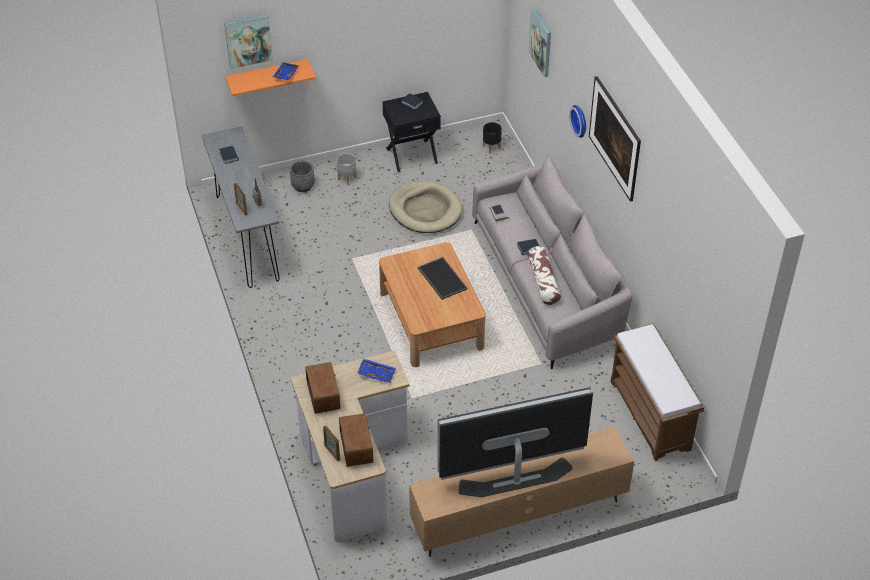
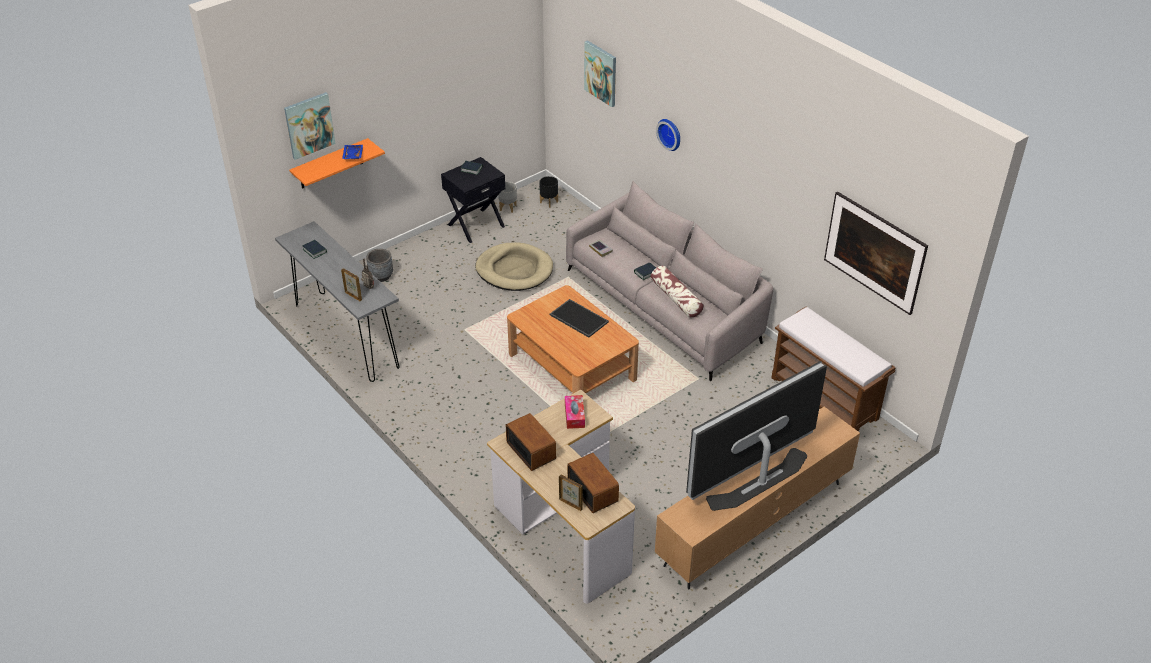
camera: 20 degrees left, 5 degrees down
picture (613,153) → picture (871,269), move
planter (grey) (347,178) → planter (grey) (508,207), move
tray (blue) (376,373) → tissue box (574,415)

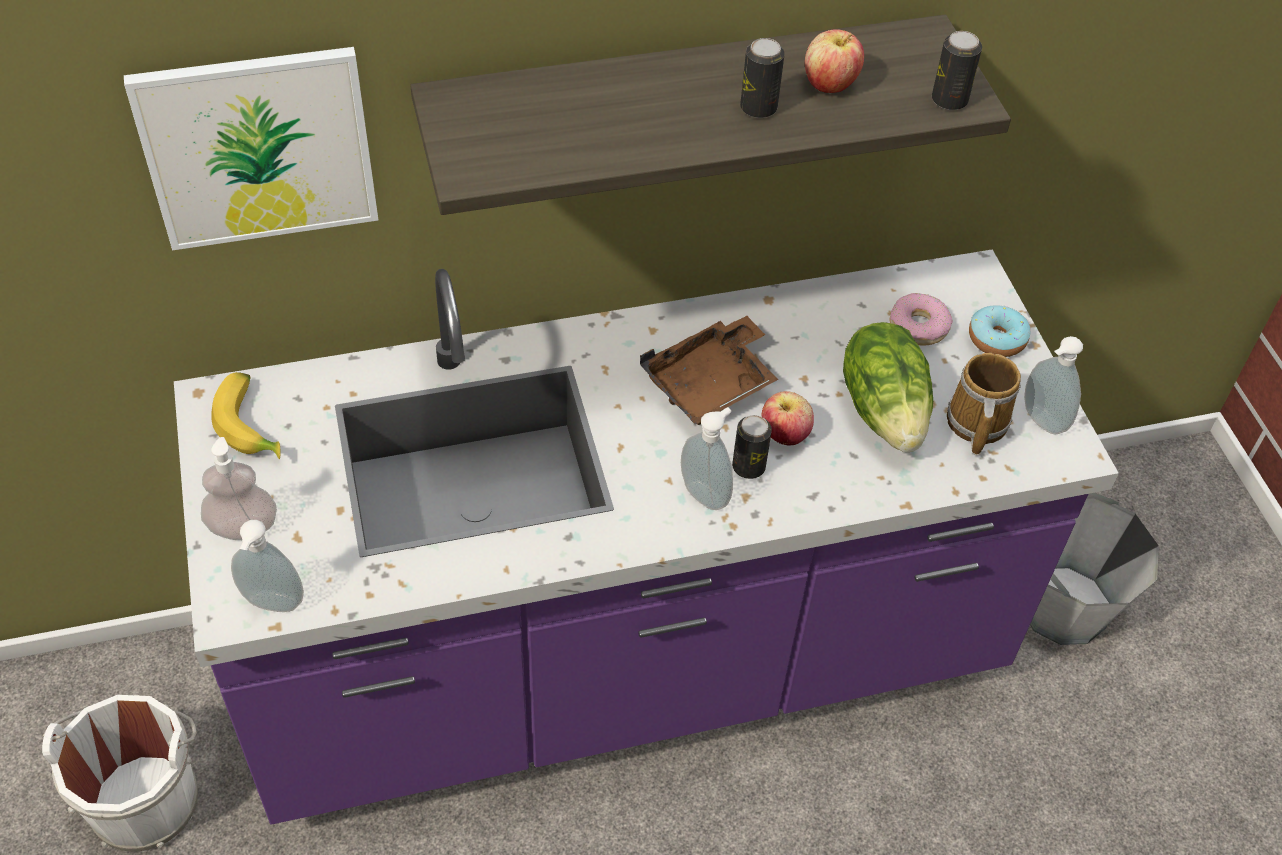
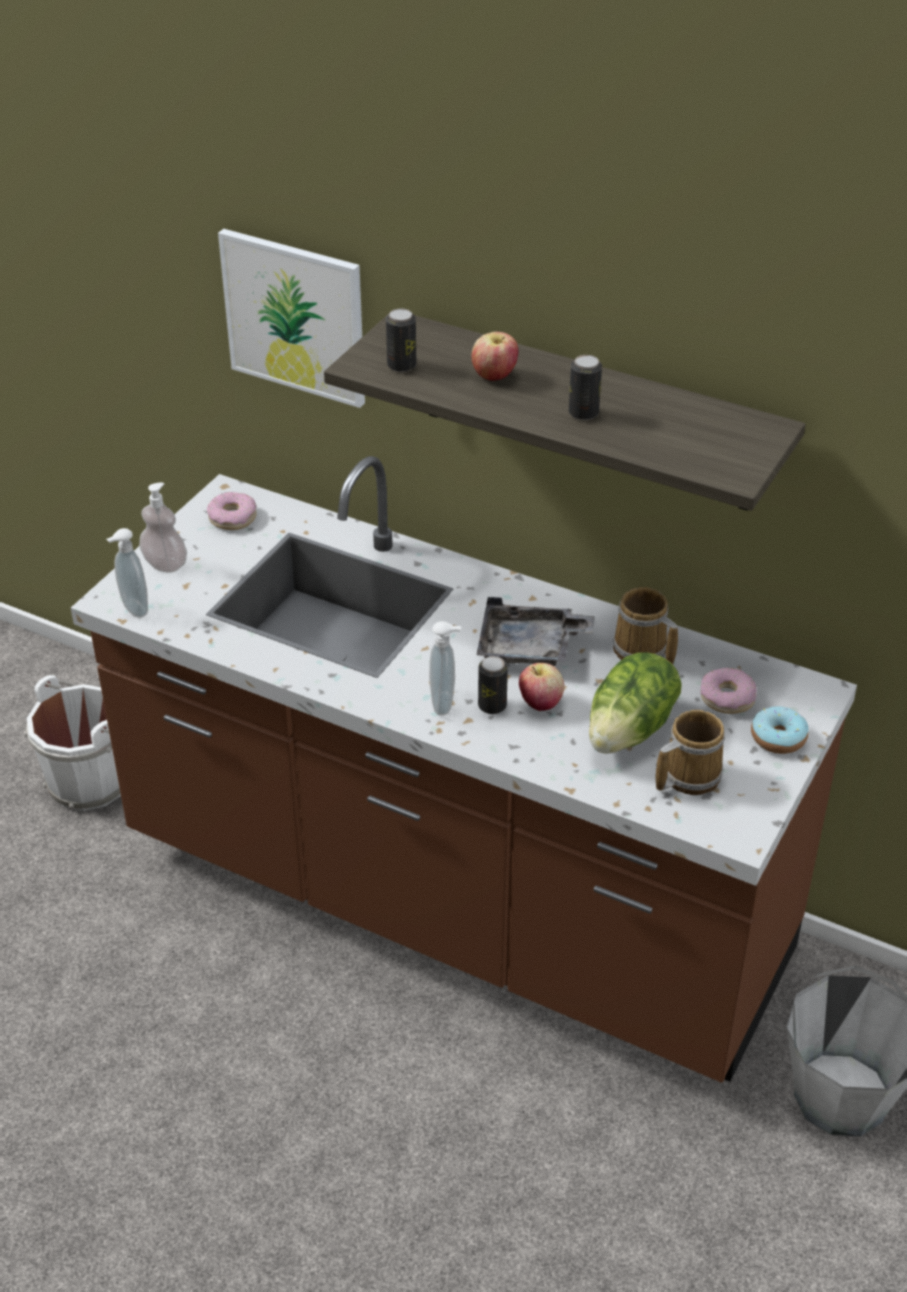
camera: 45 degrees right, 10 degrees down
apple (829,85) → apple (494,376), move
can (949,100) → can (401,365), move
counter (purple) (628,665) → counter (brown) (453,903)
tray (brown) (711,384) → tray (grey) (530,648)
soap dispenser (1040,421) → -
banana (253,425) → donut (233,518)
- → mug (641,652)

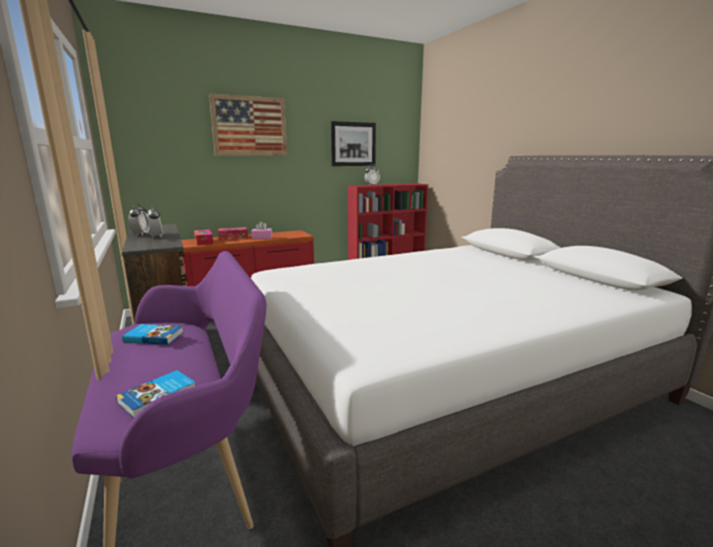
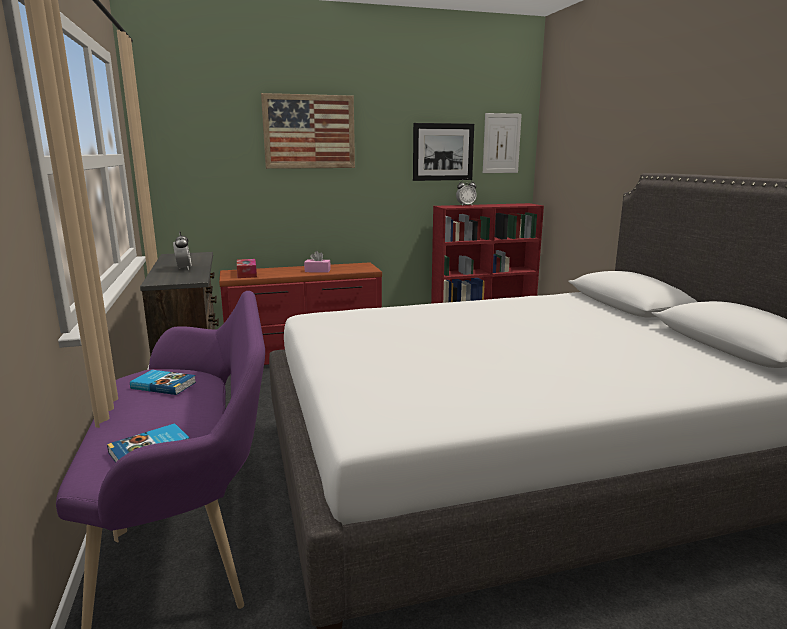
camera: 10 degrees right, 0 degrees up
alarm clock (141,234) → -
tissue box (233,238) → -
- → picture (501,143)

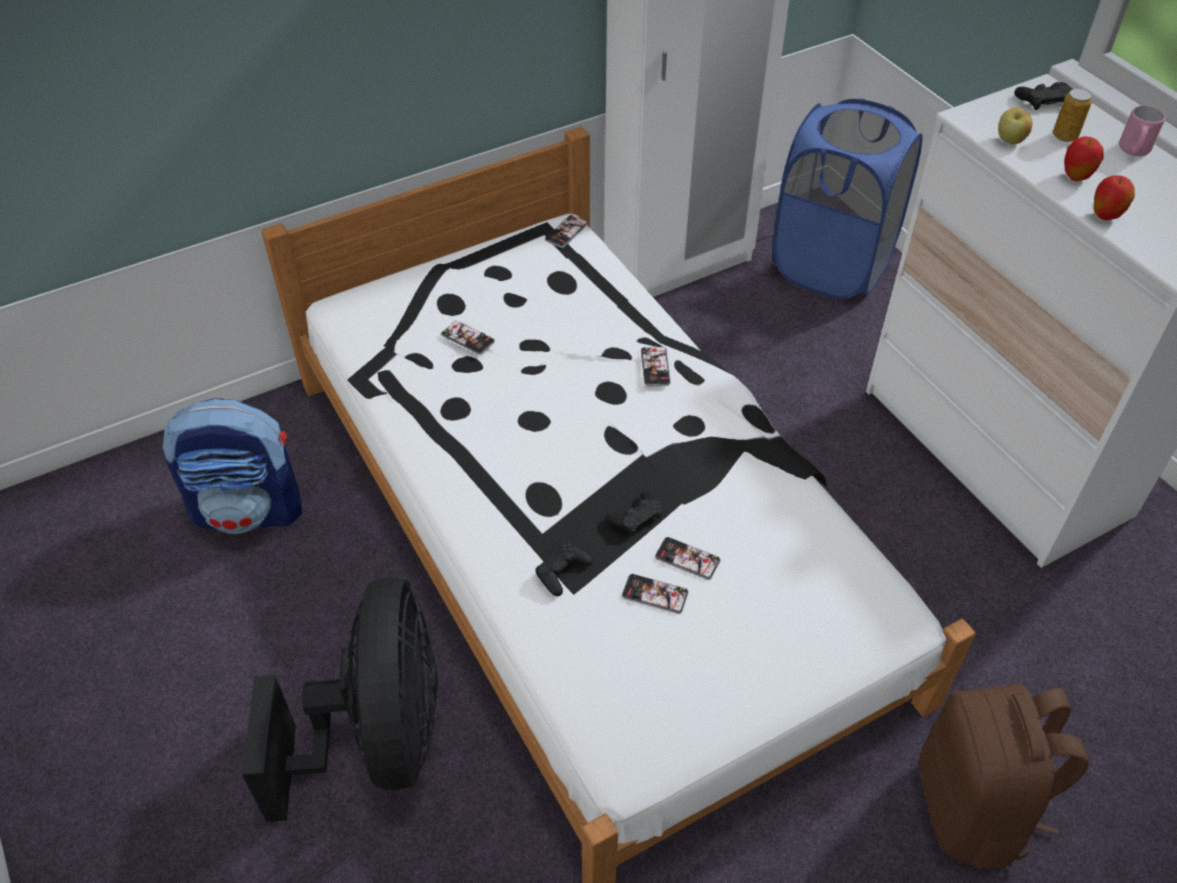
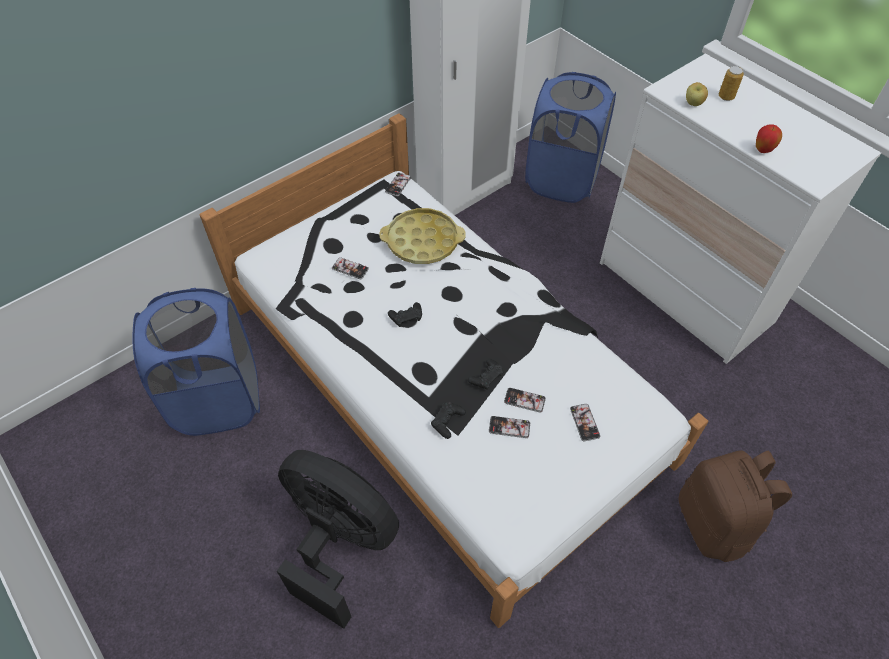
camera: 10 degrees left, 5 degrees up
game controller (black) (1043,101) → game controller (black) (406,317), move
mug (pink) (1133,152) → -
apple (1075,177) → -
phone (655,367) → phone (584,422), move
backpack (250,509) → laundry basket (blue) (219,400)
fan (black) (378,739) → fan (black) (339,542), 45 degrees counterclockwise
- → tray (yellow) (422,241)

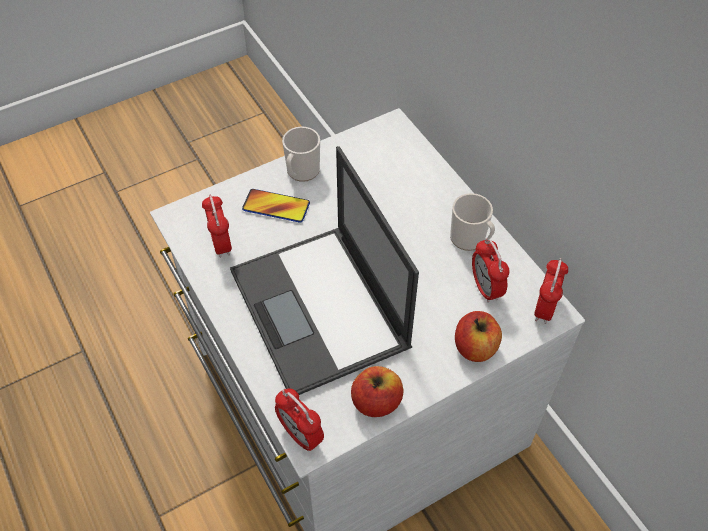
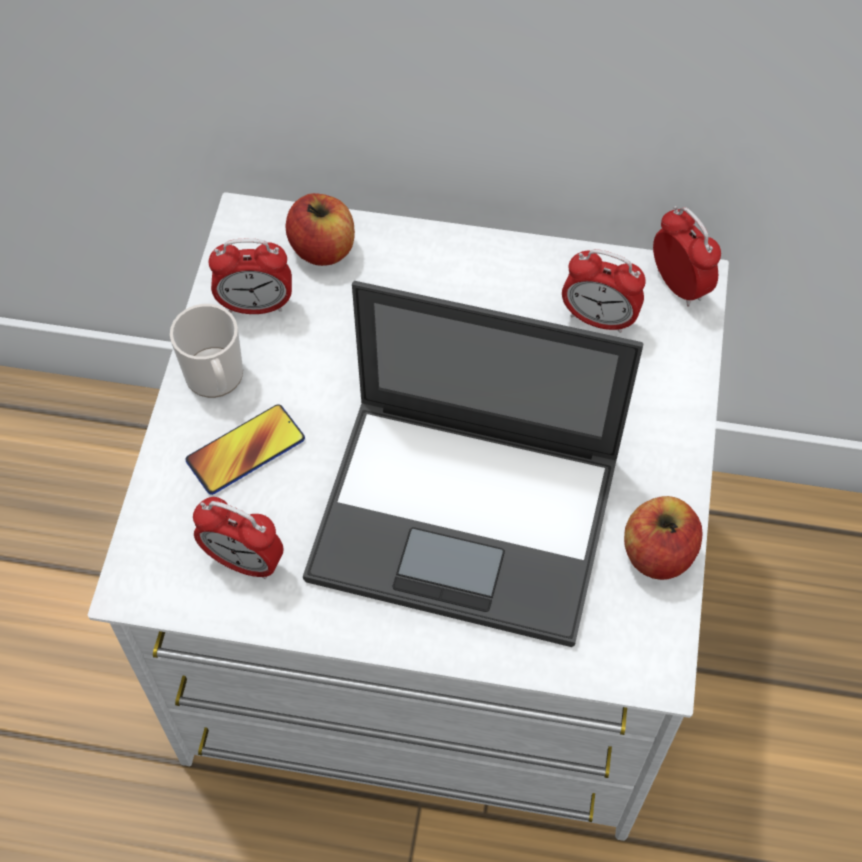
camera: 50 degrees left, 5 degrees up
mug (470,239) → -
apple (475,347) → apple (323,249), move
alarm clock (300,435) → alarm clock (256,306), move

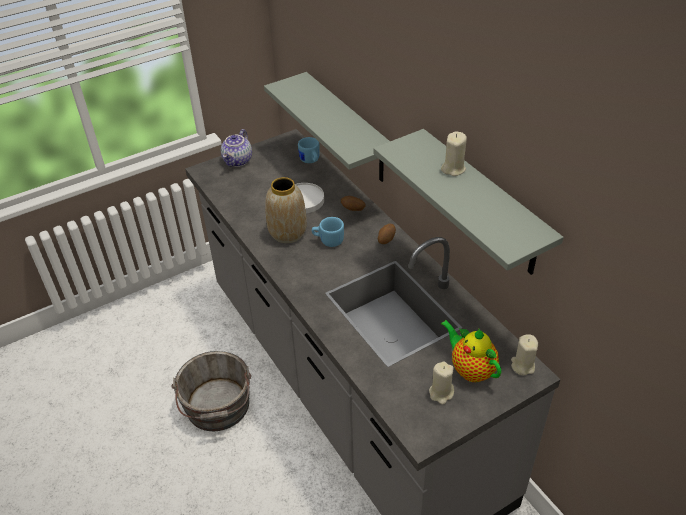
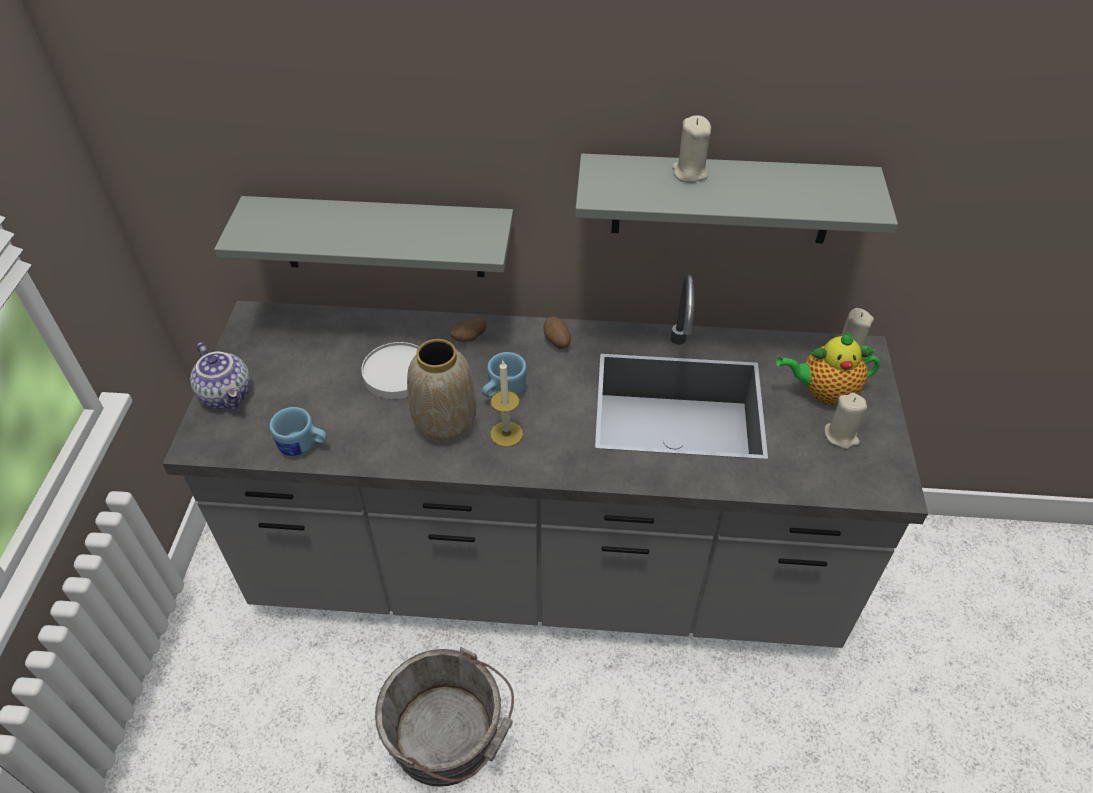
camera: 55 degrees left, 5 degrees up
mug (blue) (310,161) → mug (blue) (304,447), move
- → candle (506,434)

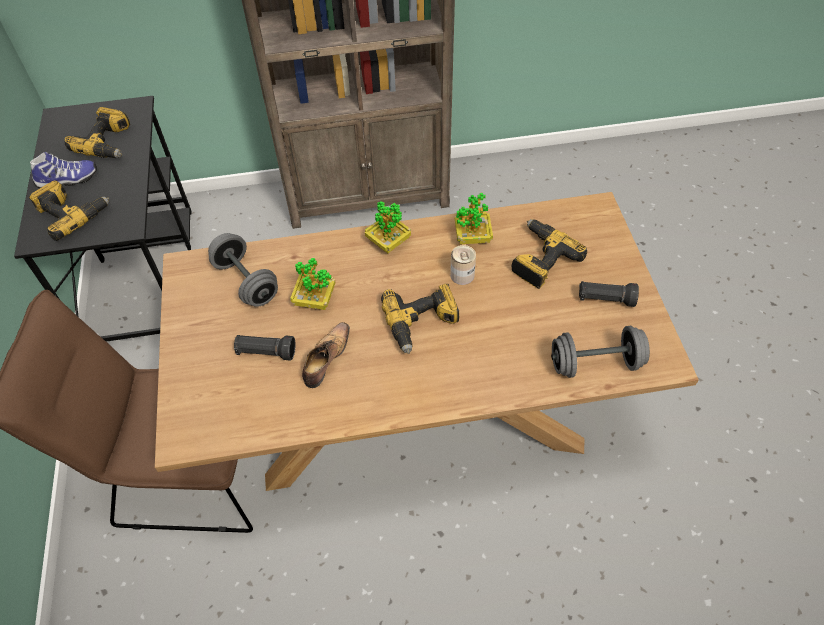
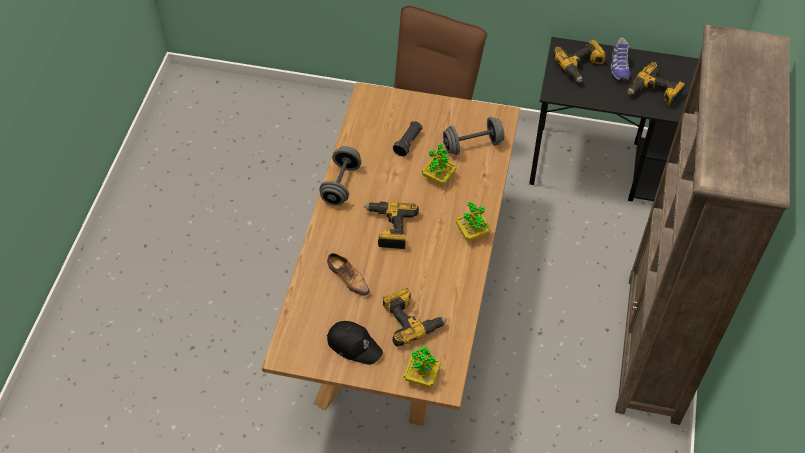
camera: 110 degrees right, 0 degrees up
potted plant (472,237) → potted plant (421,376), move
can (462,275) → -
flashlight (black) (605,299) → cap (black) (354,345)
shoe (326,359) → shoe (348,278), move
dumbbell (grey) (595,363) → dumbbell (grey) (341,184), move

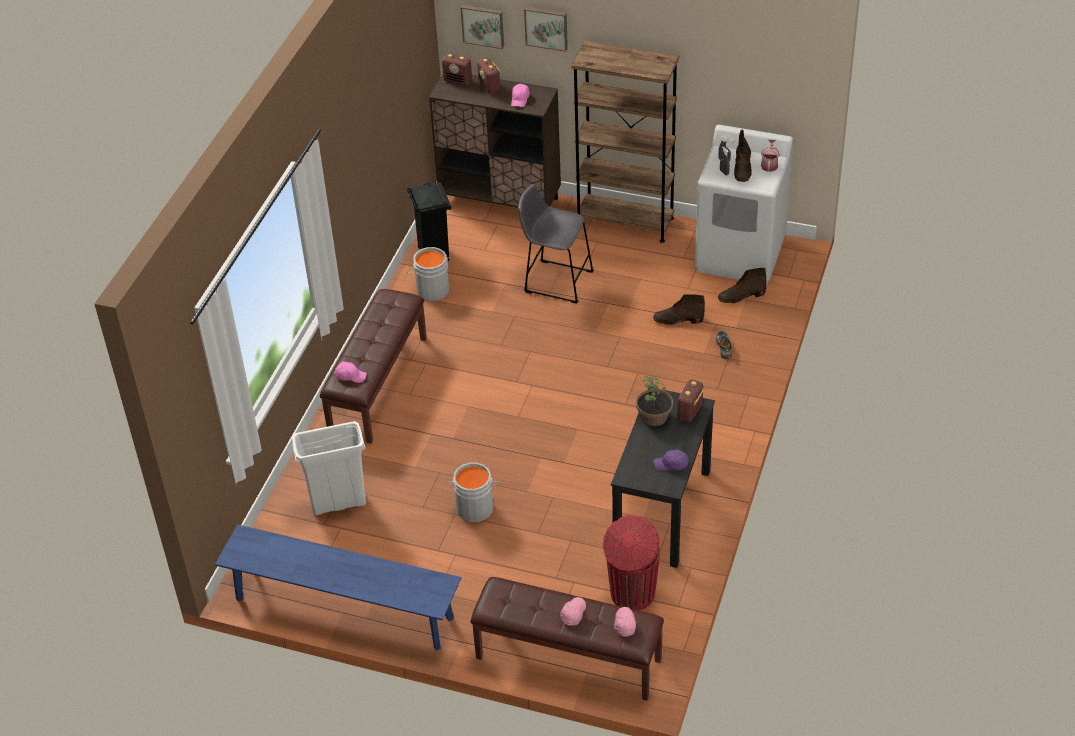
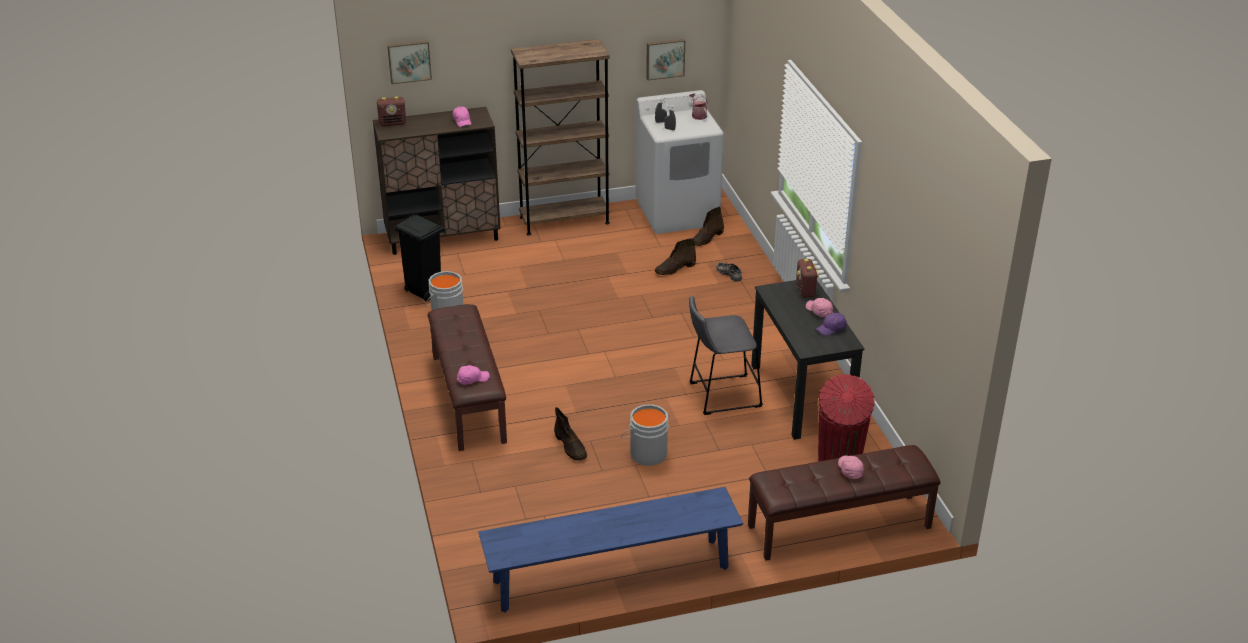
camera: 35 degrees left, 10 degrees down
picture (546,27) → picture (665,58), move
radio (489,87) → -
boot (brown) (742,168) → boot (brown) (571,447), move
stool (grey) (555,280) → stool (grey) (721,395), move
potted plant (654,416) → -
trash can (white) (338,503) → -
cap (pink) (624,624) → cap (pink) (819,311), move

